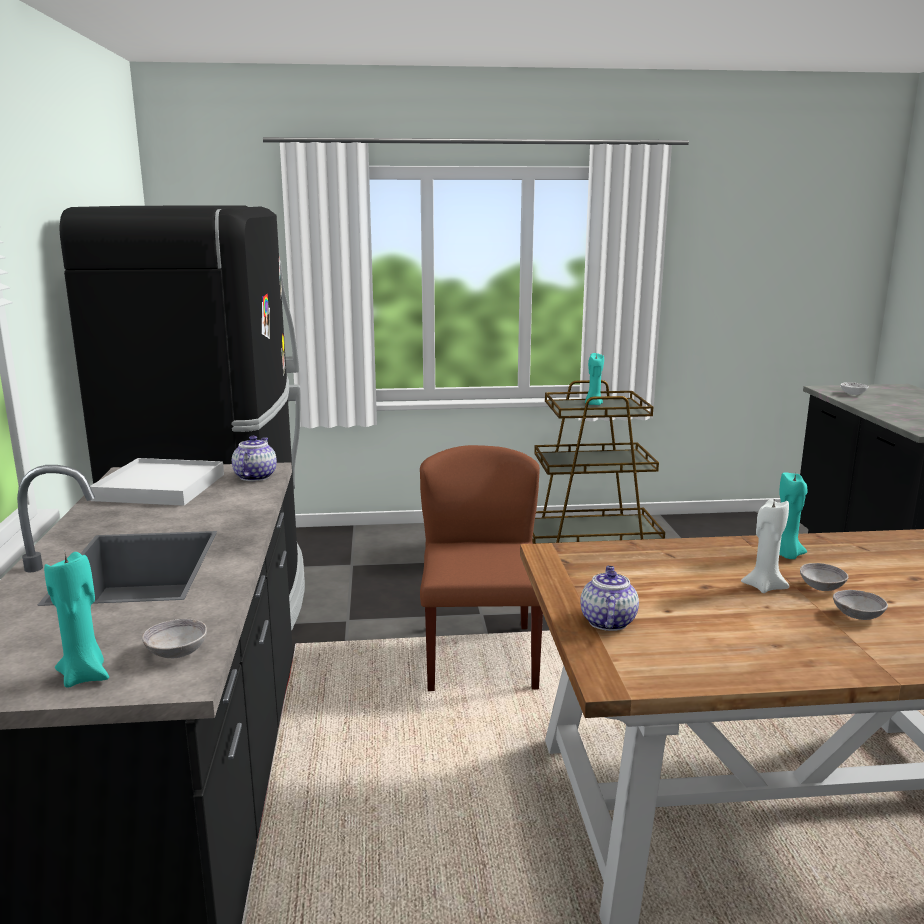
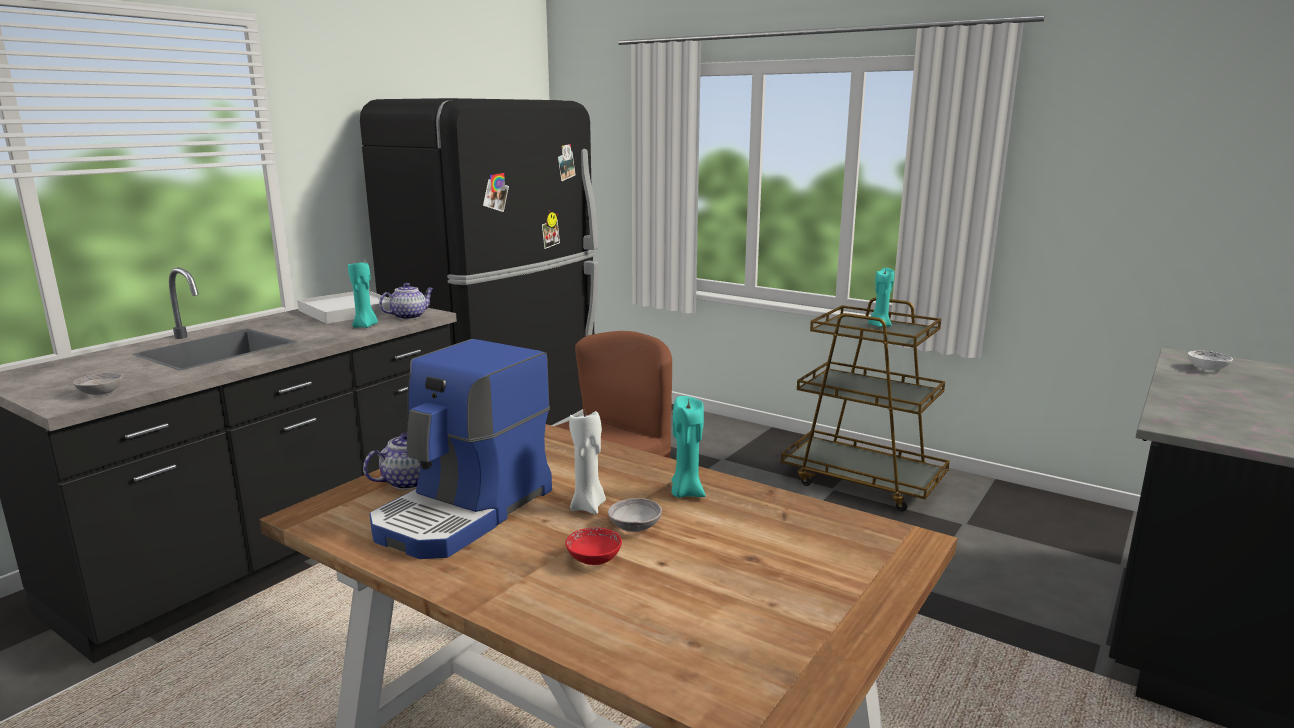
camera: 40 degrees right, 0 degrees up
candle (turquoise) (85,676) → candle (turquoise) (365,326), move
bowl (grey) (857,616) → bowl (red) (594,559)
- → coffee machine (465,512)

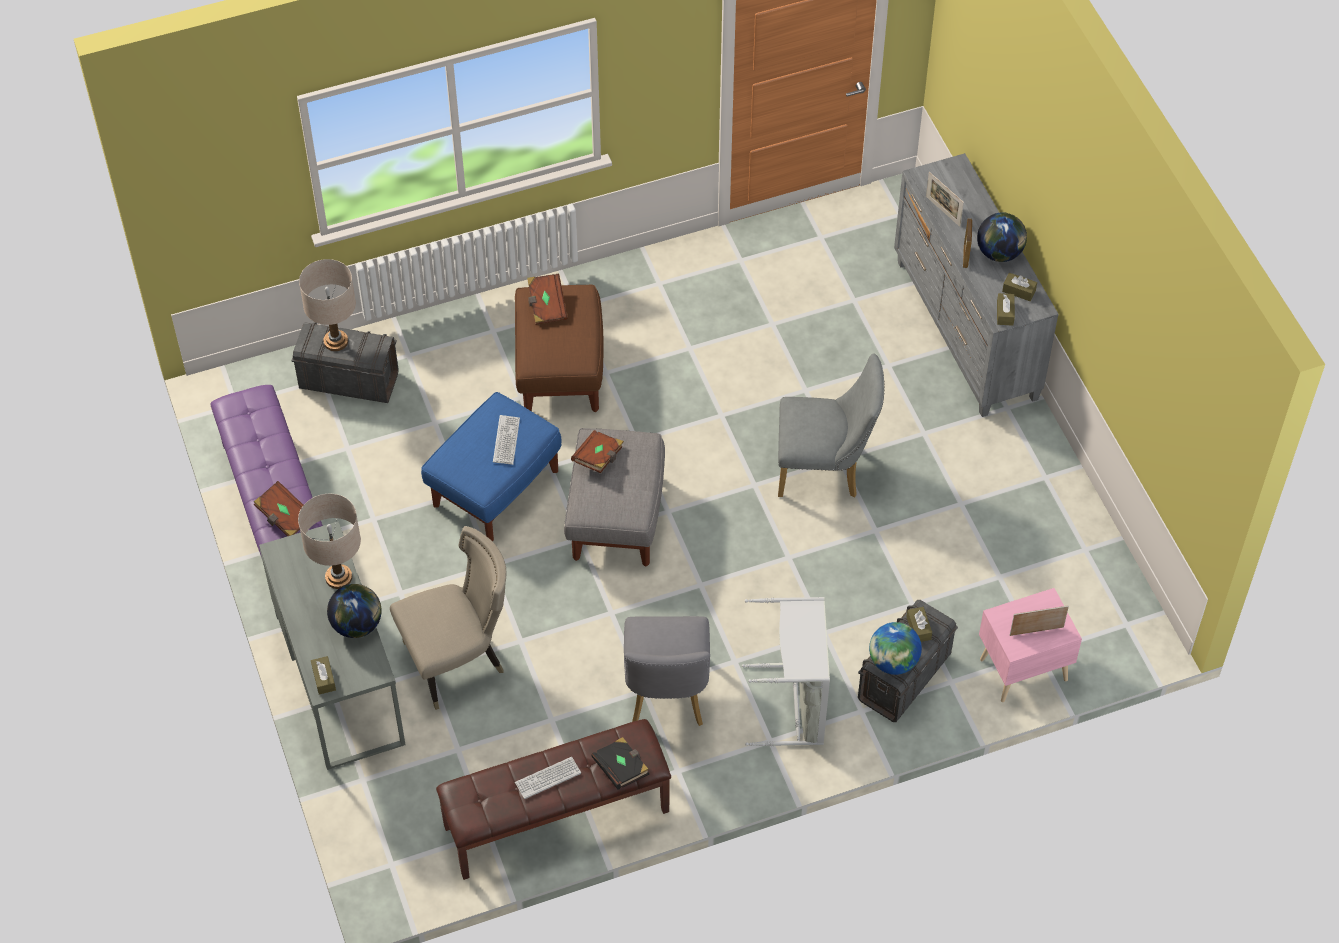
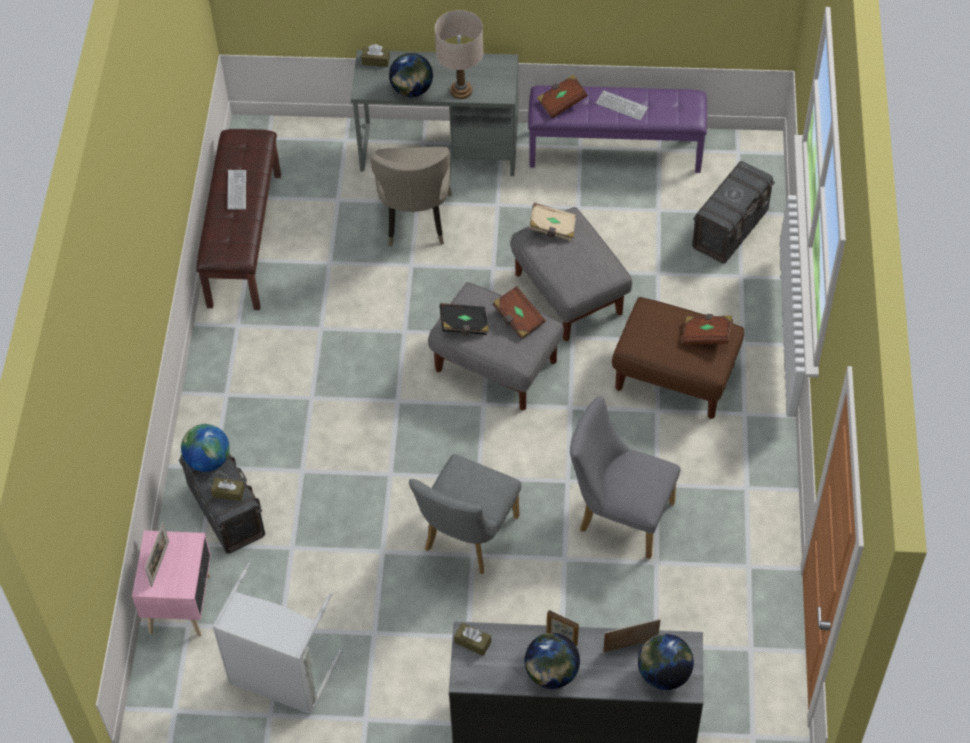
camera: 115 degrees right, 0 degrees up
table lamp (beige) (336,341) → -
tissue box (brown) (1019,291) → -
ottoman (blue) (496,487) → ottoman (grey) (569,294)
keyboard (506,440) → keyboard (621,106), move
laundry basket (grey) (795,705) → laundry basket (grey) (280,678), move
chair (grey) (666,698) → chair (grey) (619,515), move
book (black) (621,769) → book (black) (464,326), move
- → book (beige) (552,228)
- → globe (663,674)

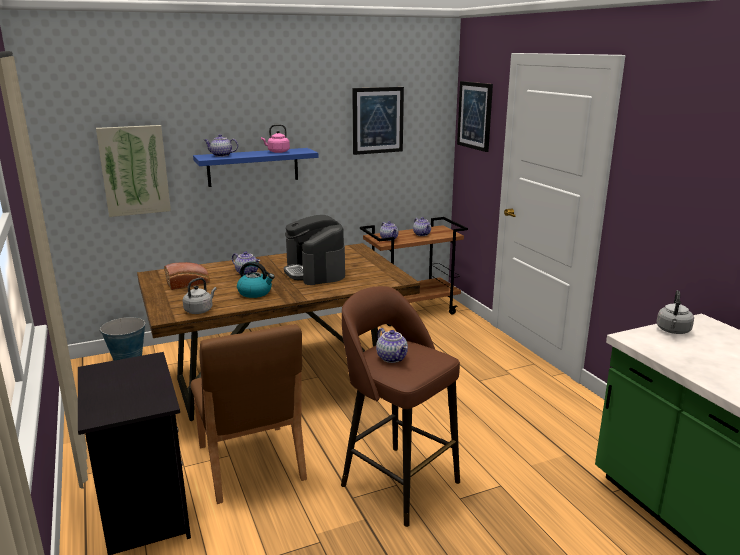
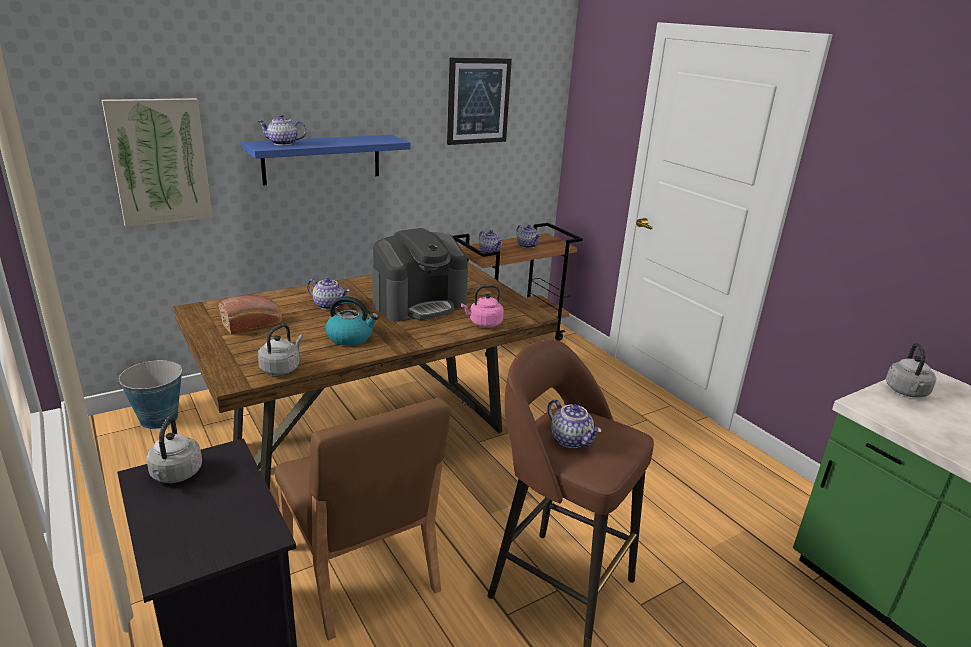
camera: 10 degrees left, 5 degrees up
picture (475,115) → -
kettle (pink) (277,152) → kettle (pink) (484,323), move
coffee machine (315,272) → coffee machine (419,303), 90 degrees counterclockwise
- → kettle (grey) (176,475)

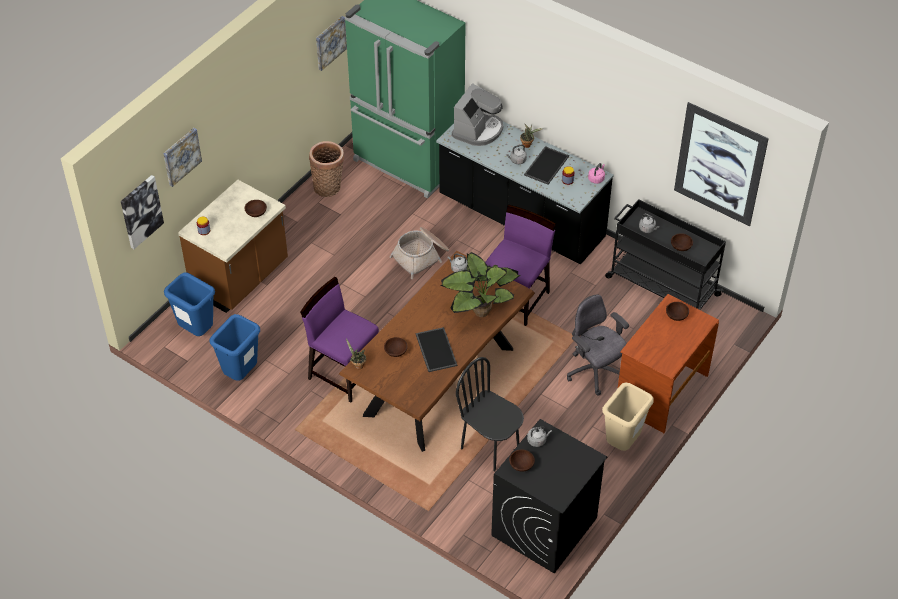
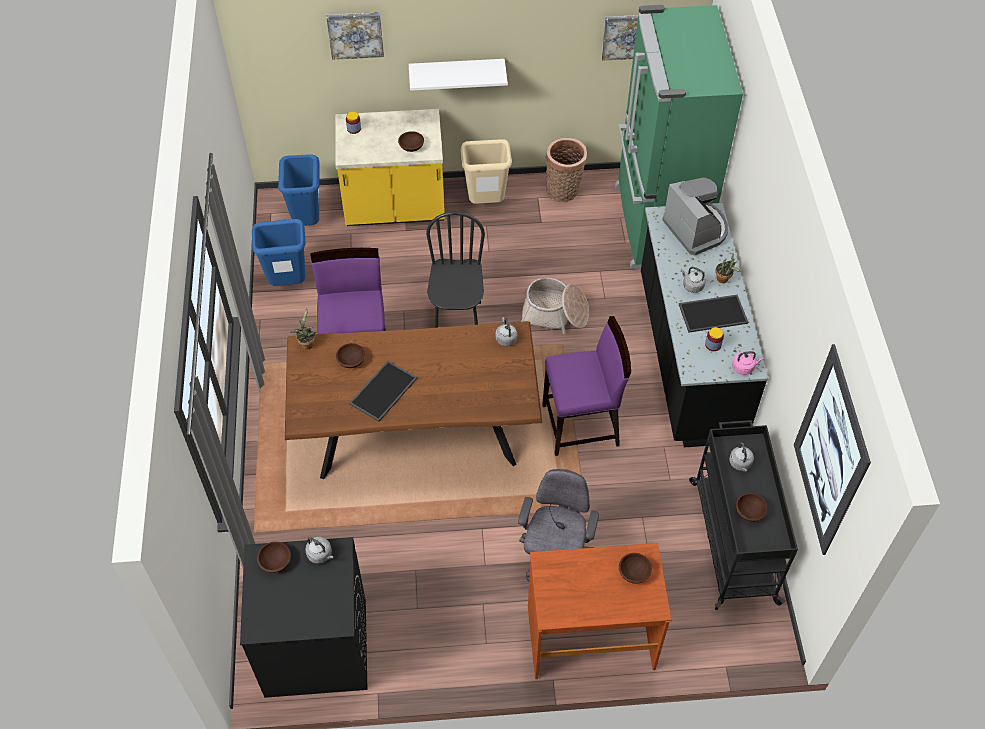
camera: 50 degrees right, 5 degrees up
coffee machine (478,130) → coffee machine (696,229), 105 degrees counterclockwise
picture (141,211) → -
counter (brown) (241,278) → counter (yellow) (395,209)
potted plant (479,310) → -
chair (black) (490,447) → chair (black) (457,320), move
trash can (beige) (622,444) → trash can (beige) (485,203), move
- → shelf (white) (456,72)

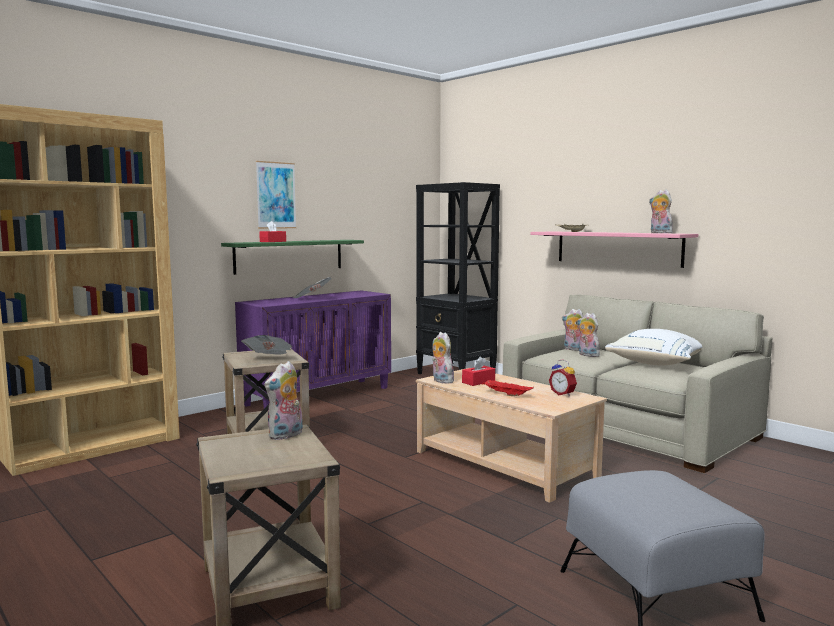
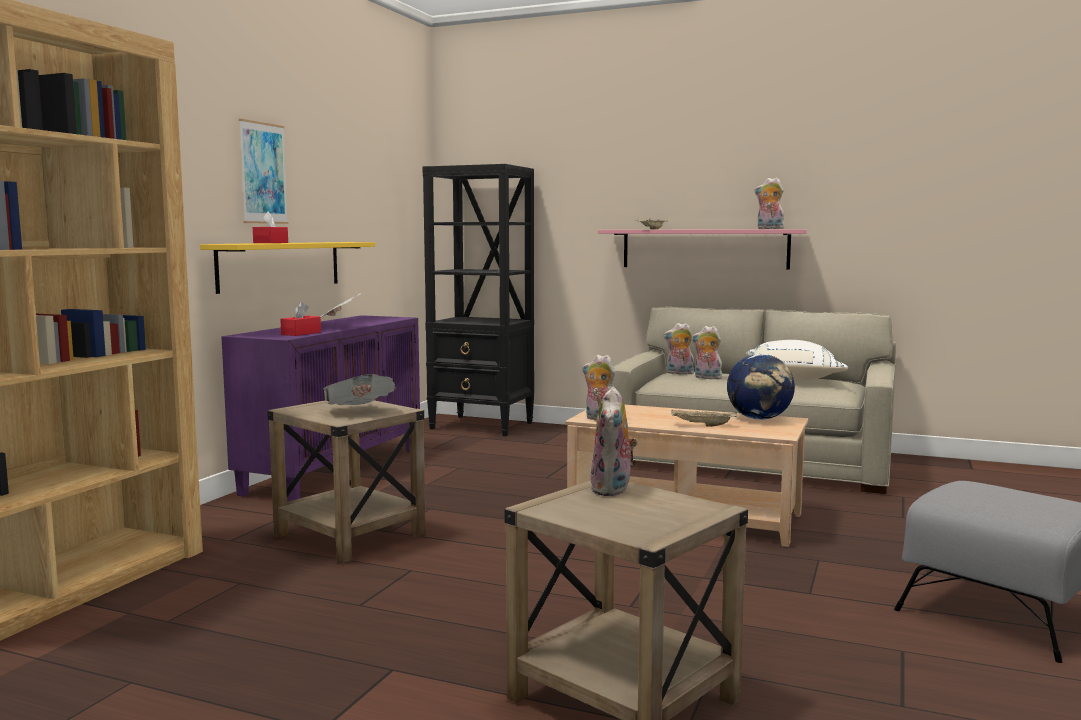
camera: 25 degrees left, 0 degrees up
shelf (green) (289,256) → shelf (yellow) (280,265)
tissue box (red) (478,382) → tissue box (red) (301,333), move
alarm clock (563,394) → globe (759,419)
tray (red) (506,394) → tray (beige) (702,425)

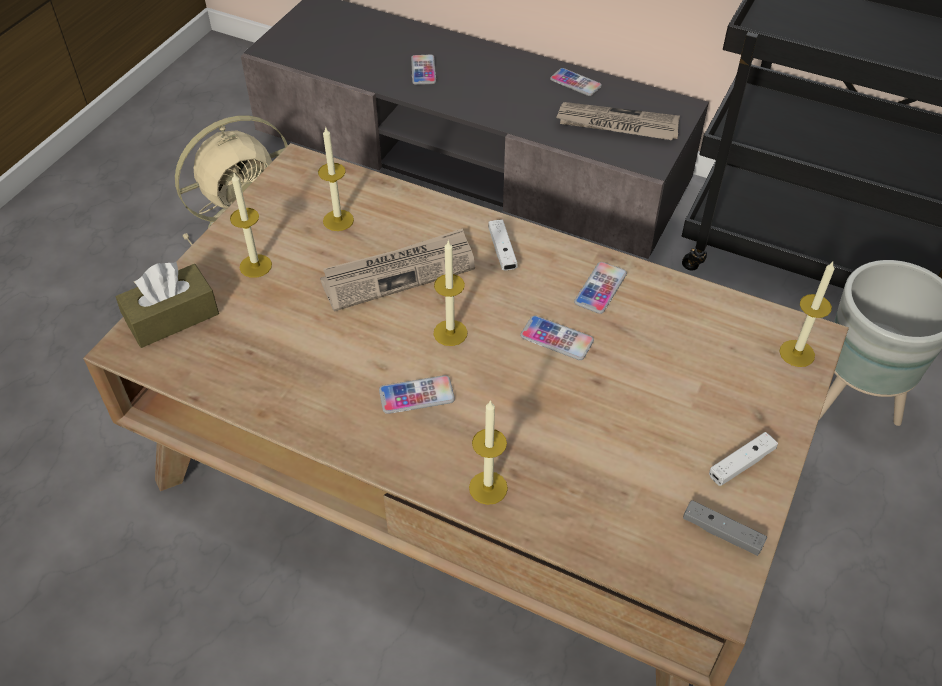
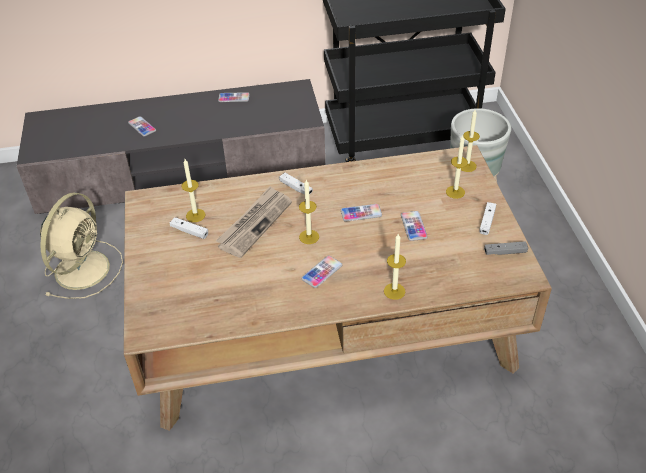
camera: 35 degrees left, 5 degrees down
newspaper (616,125) → -
candle (255,266) → candle (455,192), move
tissue box (brown) (172,317) → -
phone (600,288) → phone (413,226), move
- → game controller (white) (189,231)

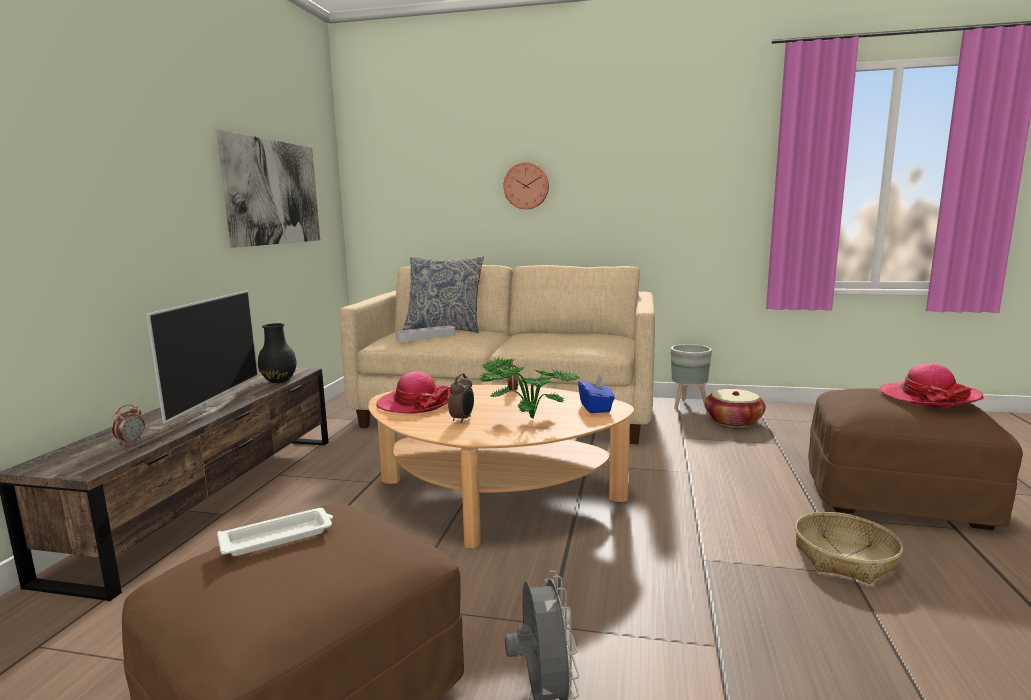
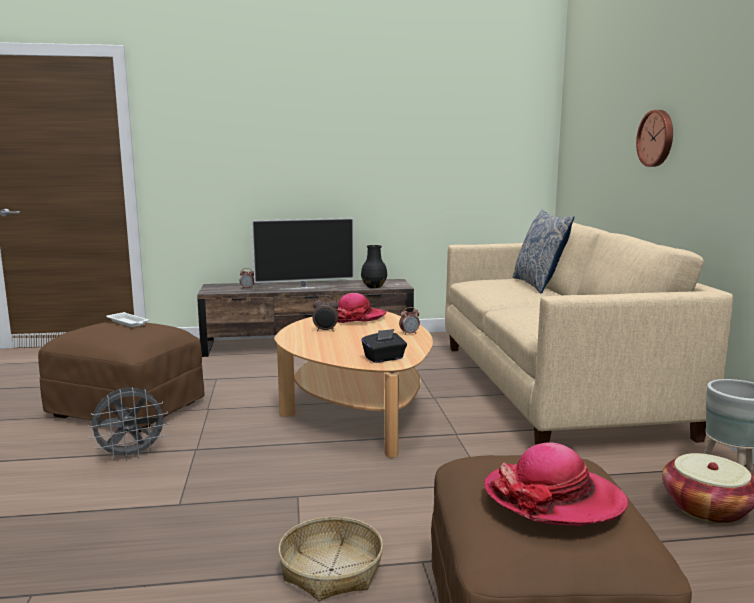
camera: 70 degrees right, 0 degrees up
picture (273,192) → -
tray (grey) (426,337) → -
potted plant (526,417) → -
tissue box (blue) (595,407) → tissue box (black) (384,358)

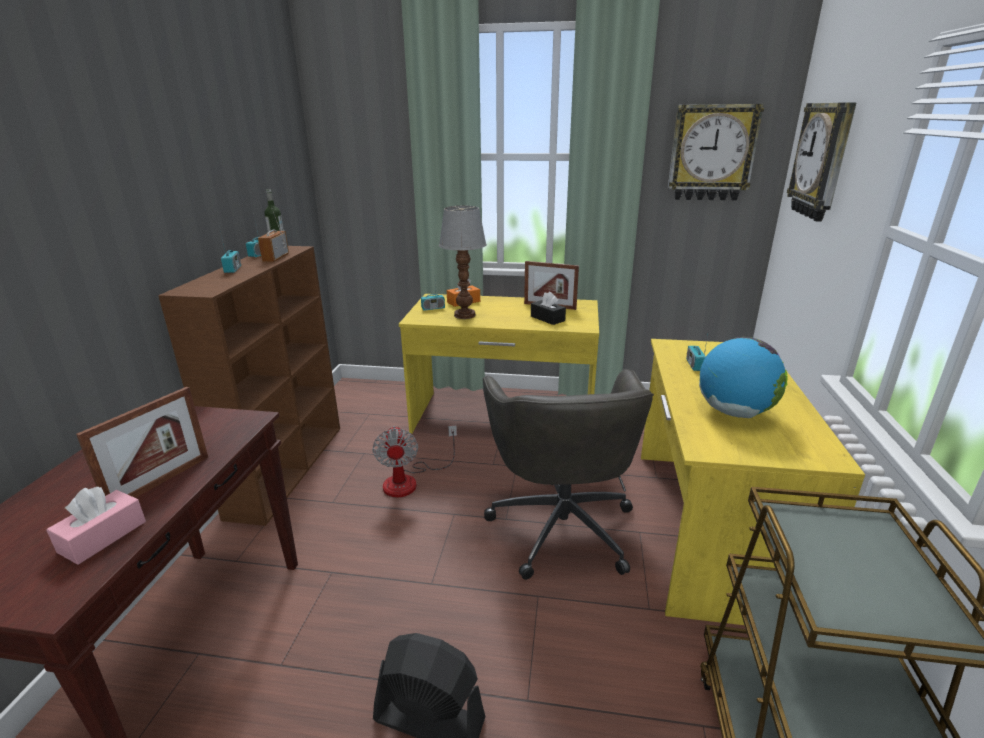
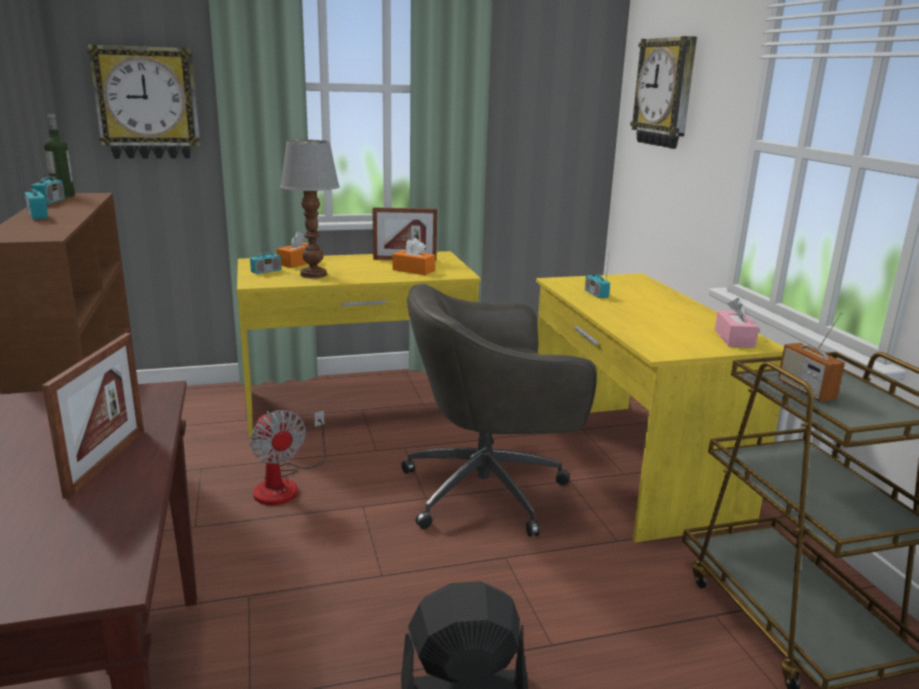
camera: 25 degrees left, 5 degrees down
wall clock (711,153) → wall clock (147,103), move
radio (276,258) → radio (805,390), move
tissue box (black) (547,318) → tissue box (orange) (413,270)
globe (734,412) → -
office chair (grey) (561,524) → office chair (grey) (489,490), 105 degrees clockwise
tissue box (pink) (103,536) → tissue box (pink) (734,338), move

